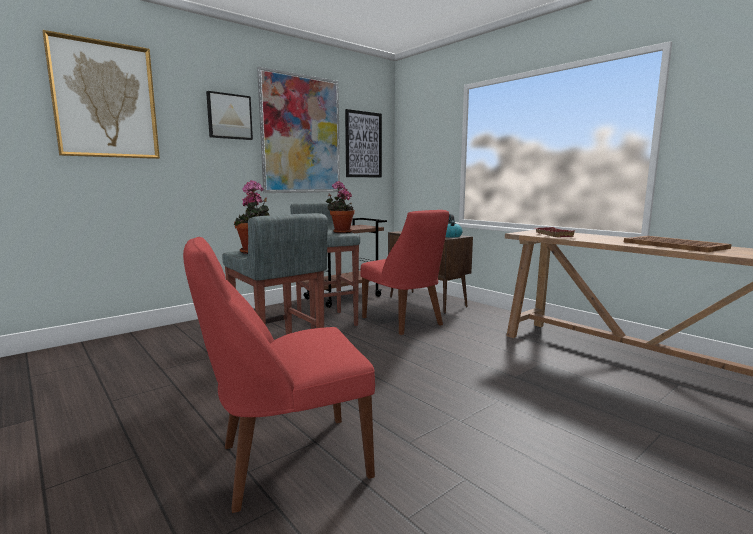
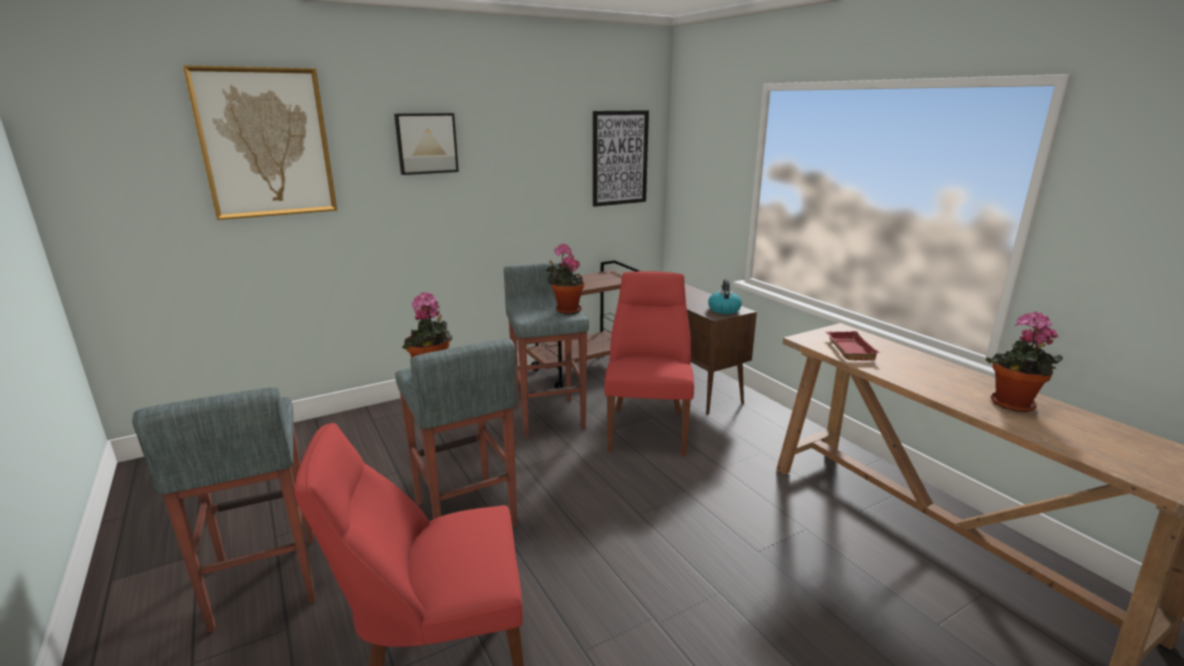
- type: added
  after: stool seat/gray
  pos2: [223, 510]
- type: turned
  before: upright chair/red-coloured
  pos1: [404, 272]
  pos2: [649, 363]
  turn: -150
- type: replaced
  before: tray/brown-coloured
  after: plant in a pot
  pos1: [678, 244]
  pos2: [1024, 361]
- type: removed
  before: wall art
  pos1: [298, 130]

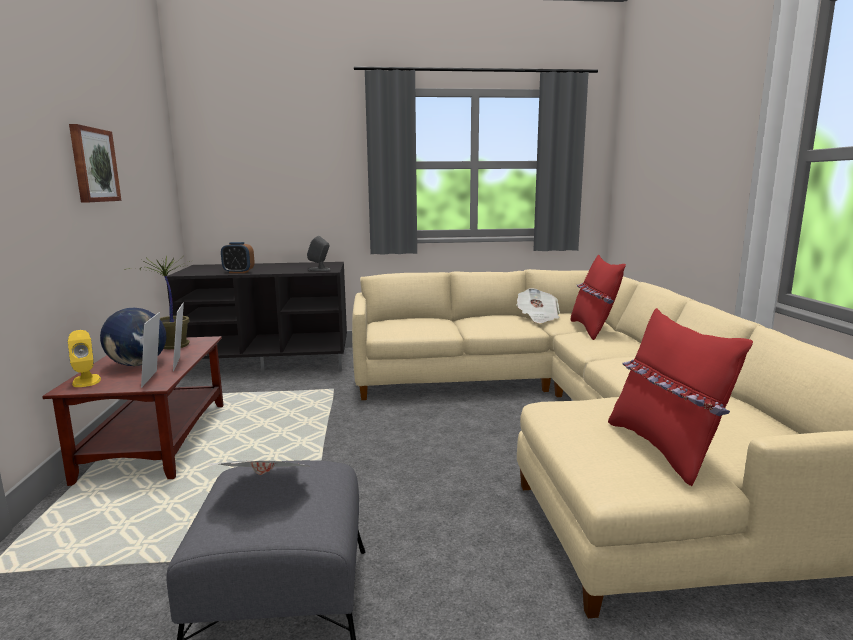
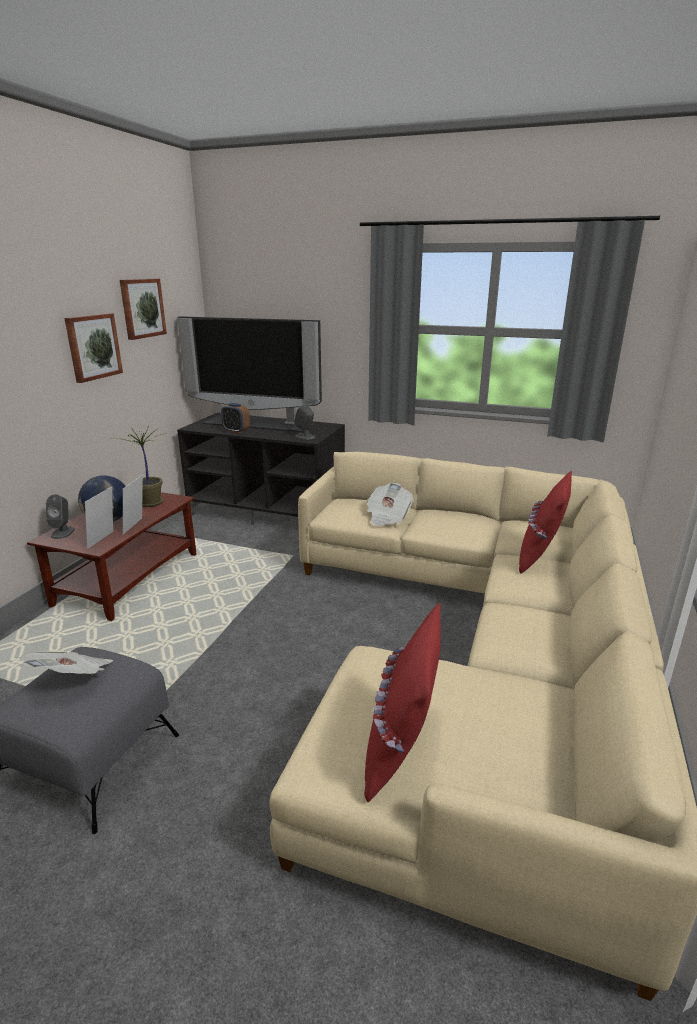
- type: recoloured
  before: audio speaker/yellow
  after: audio speaker/gray
  pos1: [84, 358]
  pos2: [60, 516]
- type: added
  after: wall art
  pos2: [143, 309]
- type: added
  after: TV set
  pos2: [249, 374]
- type: moved
  before: newspaper
  pos1: [538, 305]
  pos2: [390, 504]

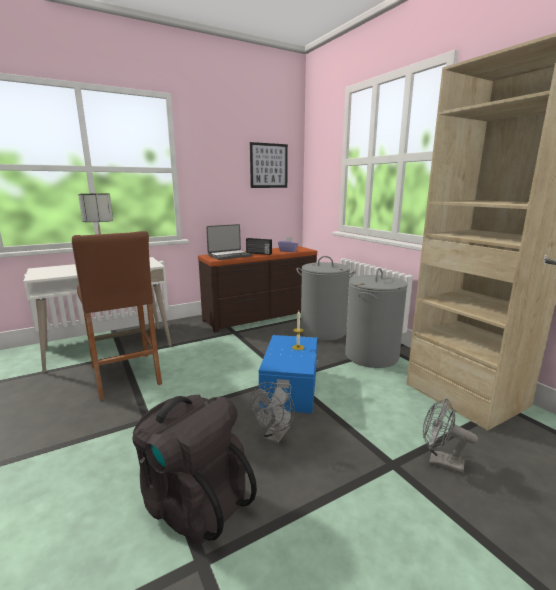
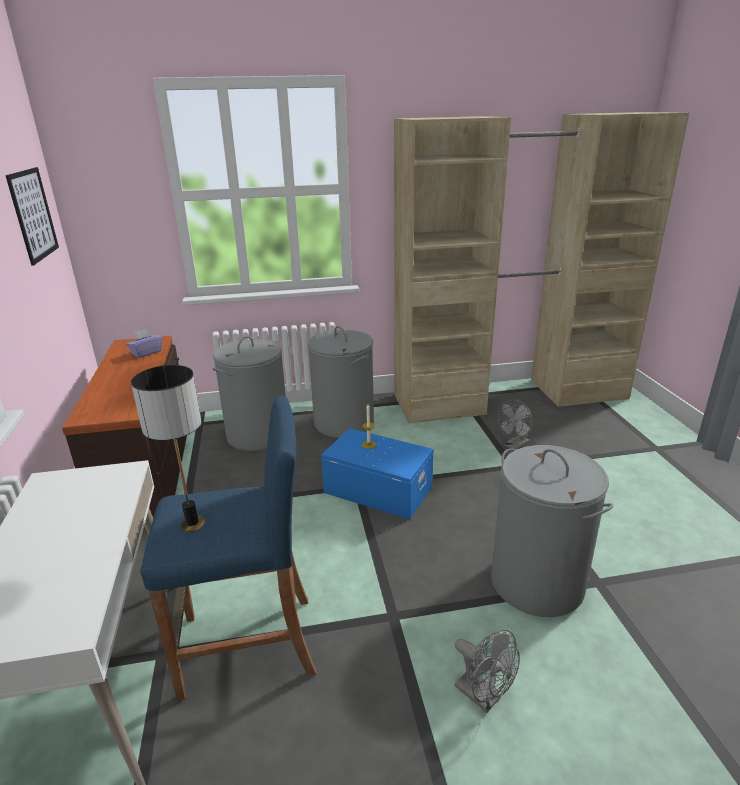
- type: recoloured
  before: stool seat/brown-coloured
  after: stool seat/blue-coloured
  pos1: [117, 315]
  pos2: [228, 548]
- type: moved
  before: fan/gray
  pos1: [272, 413]
  pos2: [487, 671]
- type: replaced
  before: backpack/black-coloured
  after: laundry basket/gray
  pos1: [194, 469]
  pos2: [552, 531]
- type: removed
  before: laptop
  pos1: [229, 242]
- type: removed
  before: radio set
  pos1: [259, 246]

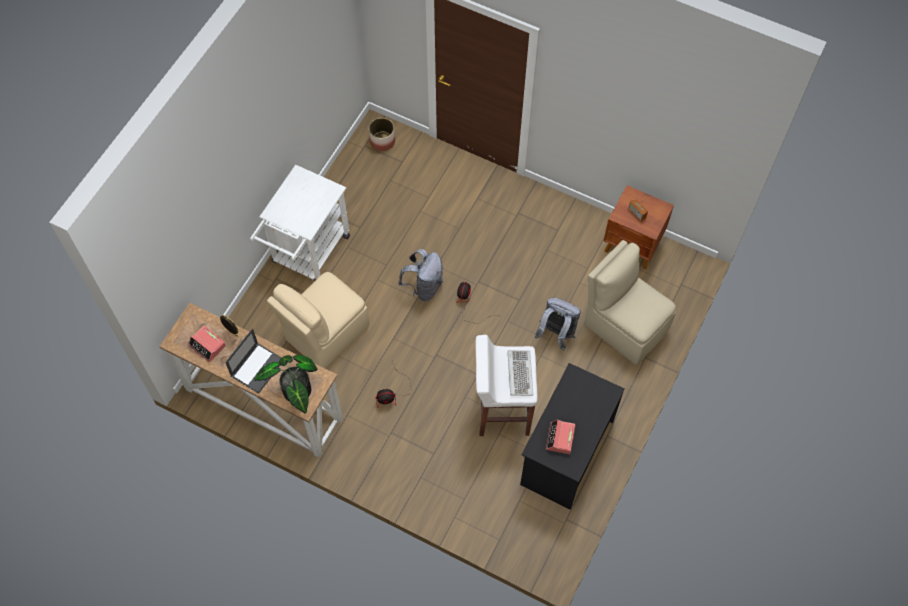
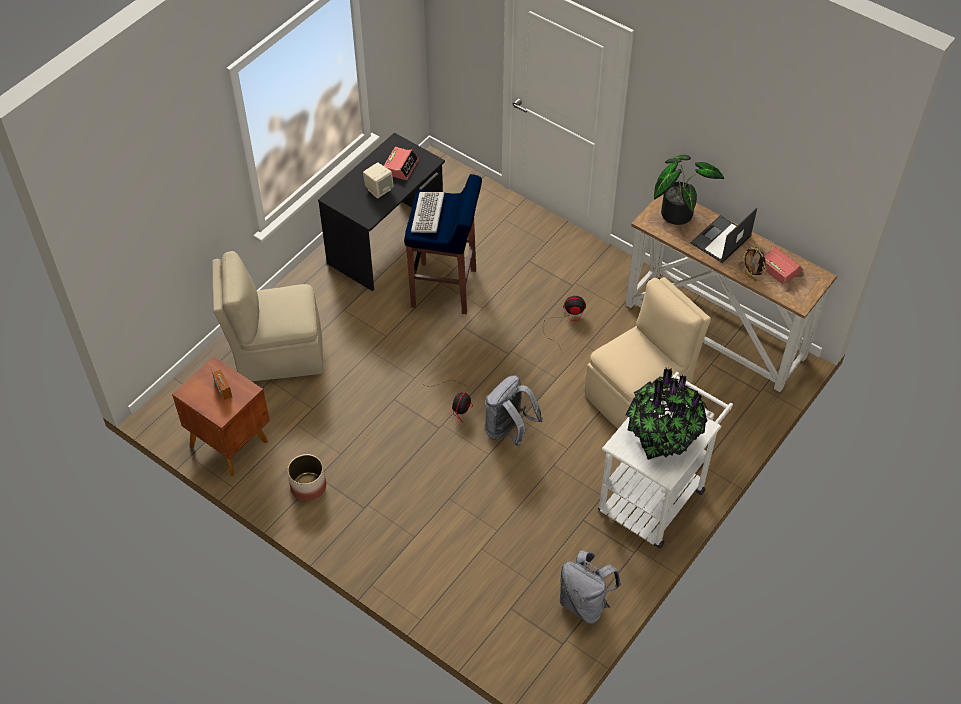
- type: turned
  before: upright chair/sand-coloured
  pos1: [630, 302]
  pos2: [267, 316]
  turn: 120
- type: moved
  before: plant pot
  pos1: [382, 134]
  pos2: [306, 477]
- type: added
  after: audio speaker/sand-coloured
  pos2: [378, 180]
- type: recoloured
  before: stool seat/whitish
  after: stool seat/blue-coloured
  pos1: [507, 385]
  pos2: [443, 244]
- type: moved
  before: backpack/gray
  pos1: [557, 324]
  pos2: [590, 587]
- type: added
  after: plant in a pot
  pos2: [666, 414]

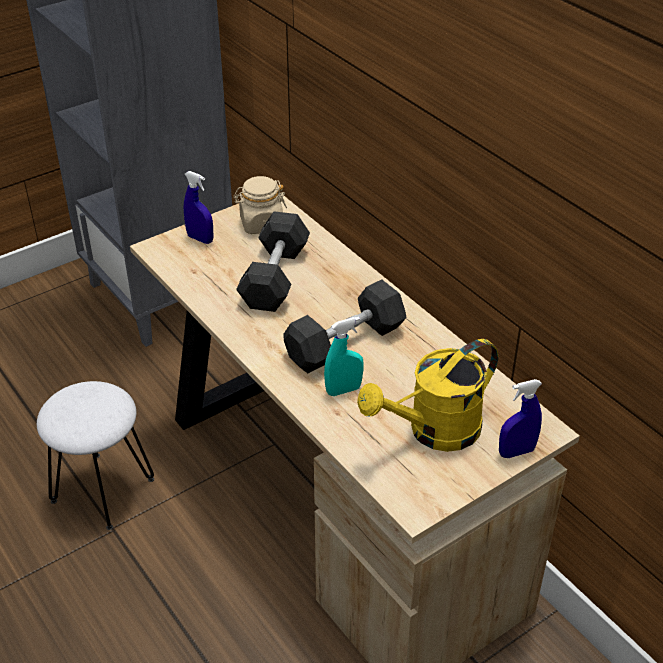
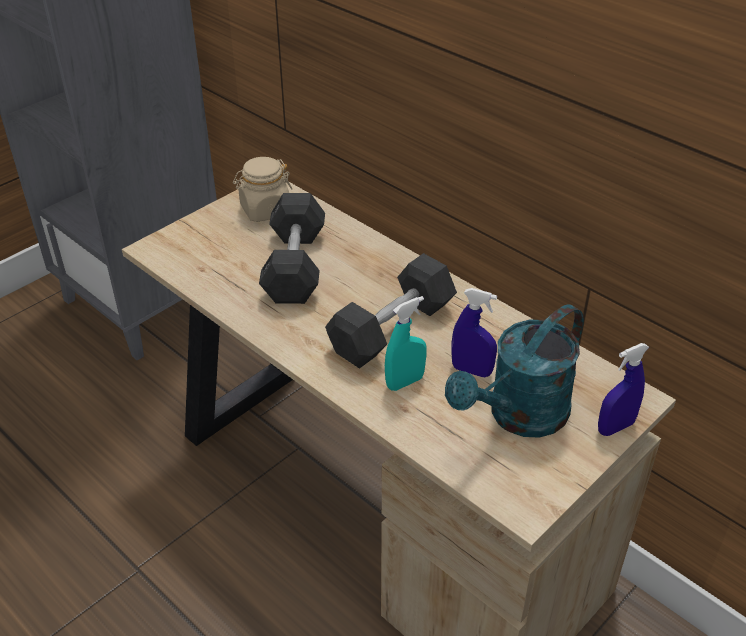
- type: recoloured
  before: sprinkling can/yellow
  after: sprinkling can/turquoise-coloured
  pos1: [427, 395]
  pos2: [514, 371]
- type: moved
  before: hand sprayer/blue-coloured
  pos1: [198, 207]
  pos2: [474, 332]
- type: removed
  before: stool seat/whitish
  pos1: [95, 455]

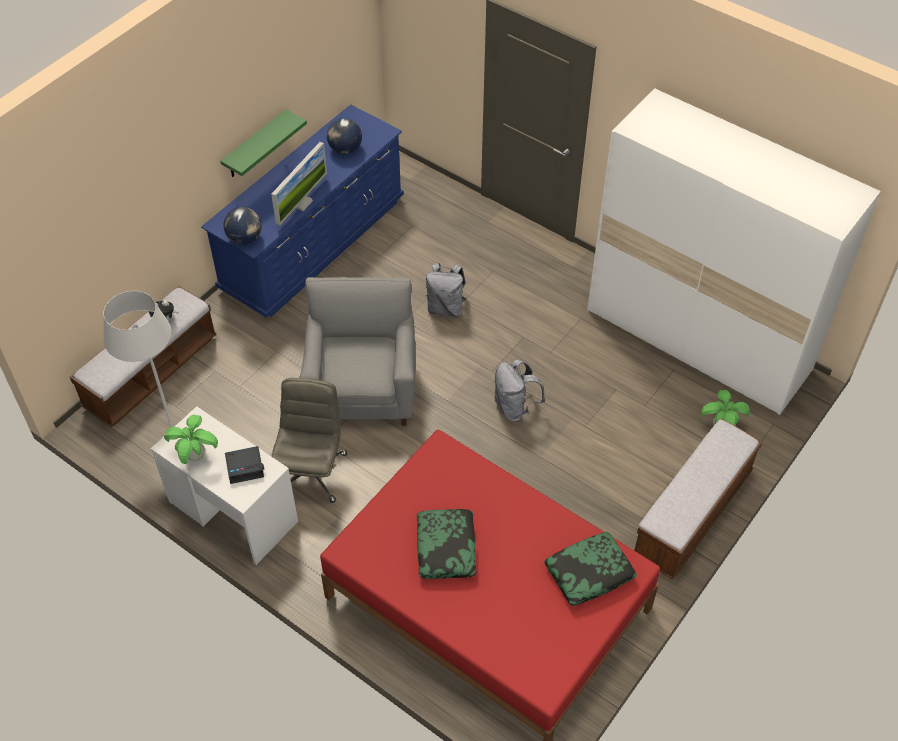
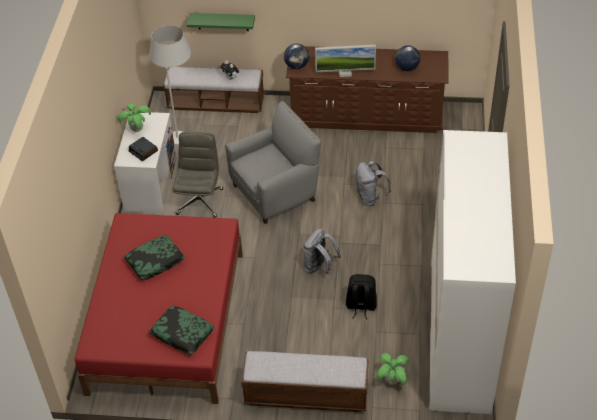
- type: turned
  before: office chair/gray
  pos1: [309, 440]
  pos2: [197, 175]
  turn: -60
- type: moved
  before: shelf/green
  pos1: [263, 143]
  pos2: [221, 22]
- type: recoloured
  before: dresser/blue-coloured
  after: dresser/brown-coloured
  pos1: [302, 211]
  pos2: [367, 89]
- type: added
  after: backpack/black-coloured
  pos2: [361, 297]

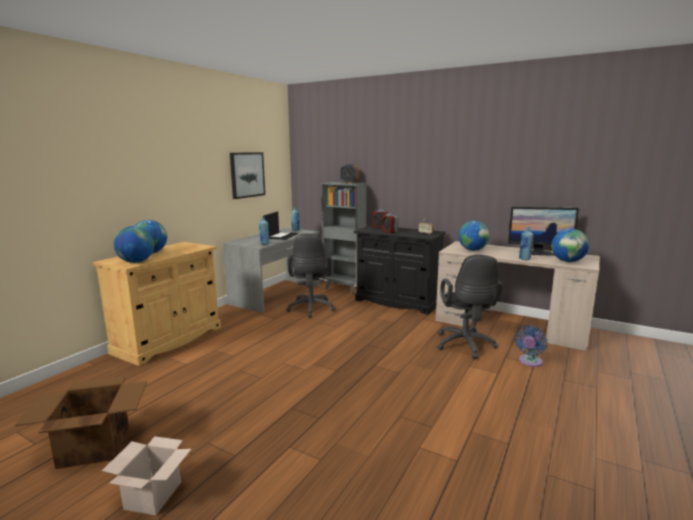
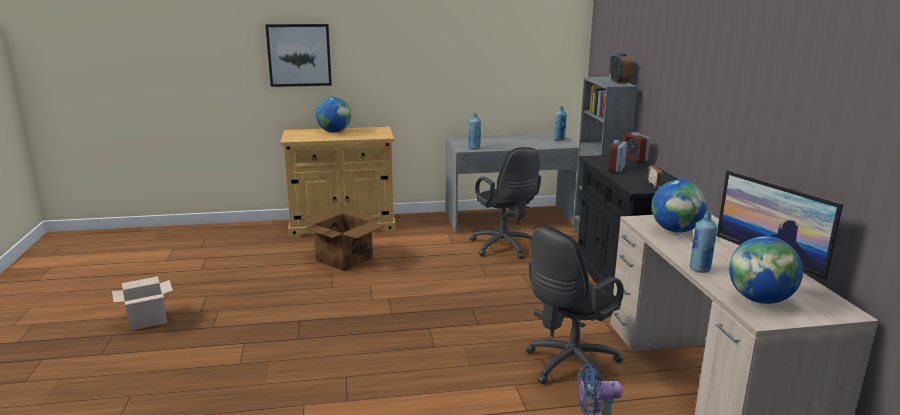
- type: moved
  before: wall art
  pos1: [247, 175]
  pos2: [298, 55]
- type: moved
  before: packing box
  pos1: [81, 422]
  pos2: [343, 240]
- type: turned
  before: office chair/black-coloured
  pos1: [311, 276]
  pos2: [505, 203]
  turn: -75
- type: removed
  before: world globe
  pos1: [133, 244]
- type: removed
  before: laptop
  pos1: [280, 225]

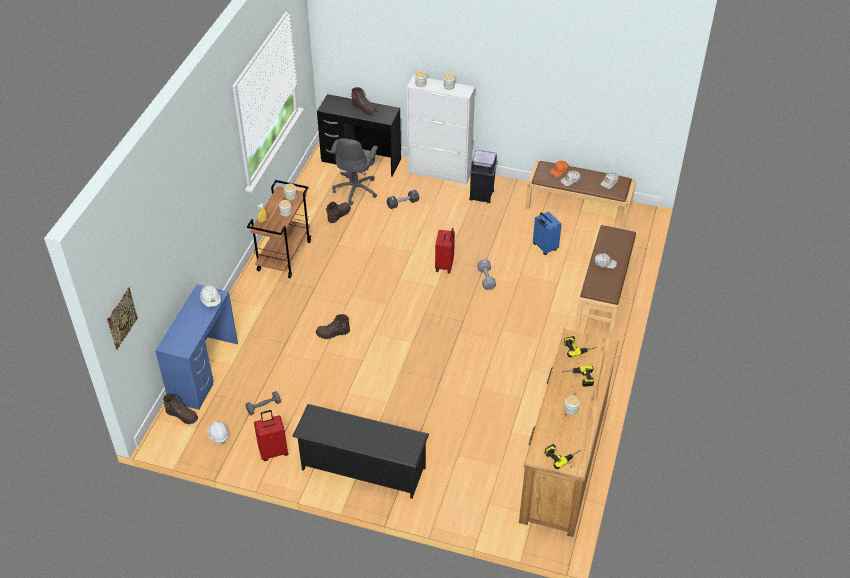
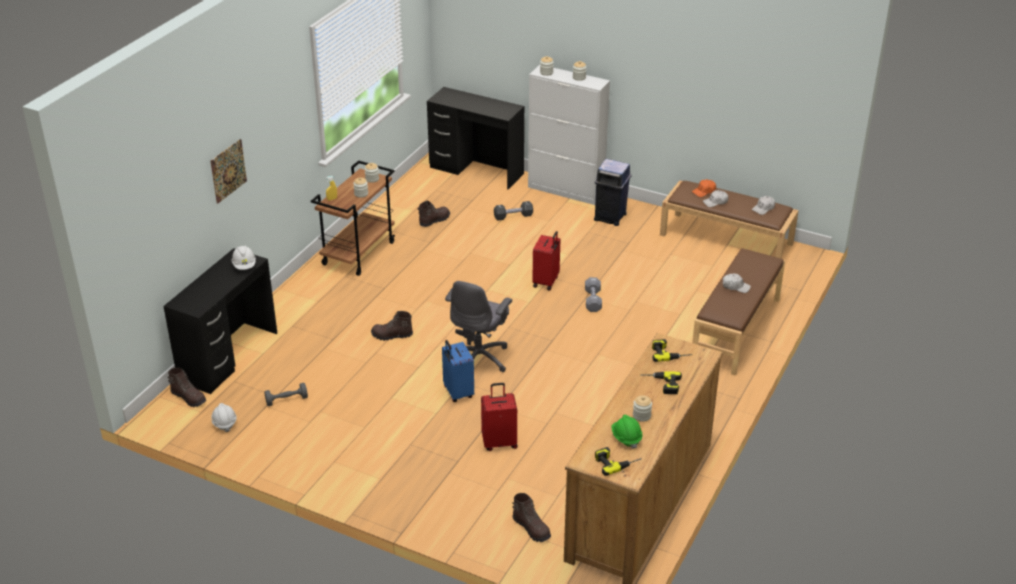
- type: recoloured
  before: desk unit/blue-coloured
  after: desk unit/black-coloured
  pos1: [196, 347]
  pos2: [220, 321]
- type: moved
  before: wall art
  pos1: [122, 318]
  pos2: [228, 171]
- type: moved
  before: suitcase/blue-coloured
  pos1: [547, 233]
  pos2: [458, 371]
- type: moved
  before: office chair/gray
  pos1: [354, 171]
  pos2: [478, 326]
- type: moved
  before: suitcase/red-coloured
  pos1: [271, 435]
  pos2: [499, 417]
- type: moved
  before: high-top boot/brown-coloured
  pos1: [364, 101]
  pos2: [531, 517]
- type: added
  after: work helmet/green
  pos2: [627, 432]
- type: removed
  before: shoe rack/black-coloured
  pos1: [360, 451]

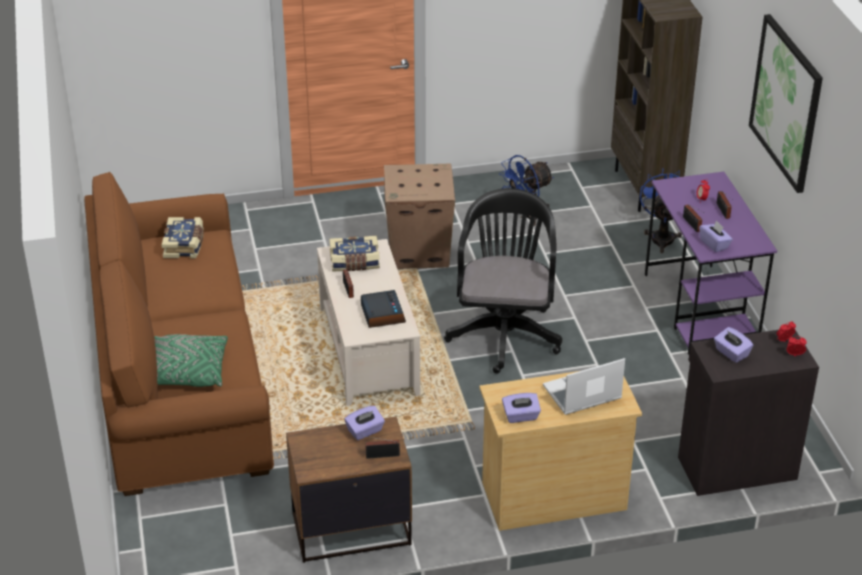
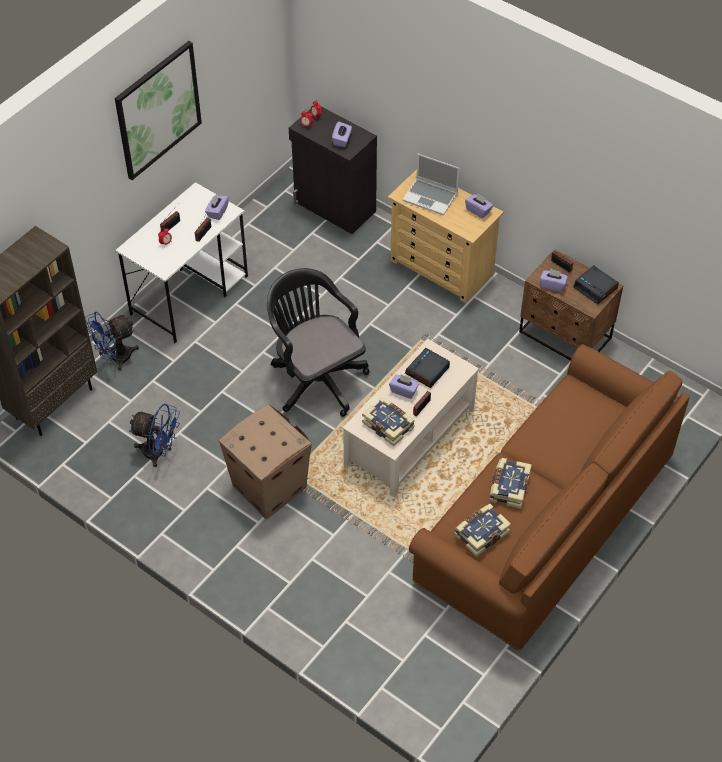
- type: recoloured
  before: desk unit/purple
  after: desk unit/whitish
  pos1: [711, 263]
  pos2: [181, 262]
- type: turned
  before: office chair/black-coloured
  pos1: [503, 281]
  pos2: [318, 342]
  turn: 90
- type: added
  after: box of tissues/purple
  pos2: [404, 386]
- type: added
  after: bound book
  pos2: [511, 483]
- type: added
  after: alarm clock
  pos2: [596, 284]
- type: removed
  before: cushion/green
  pos1: [191, 360]

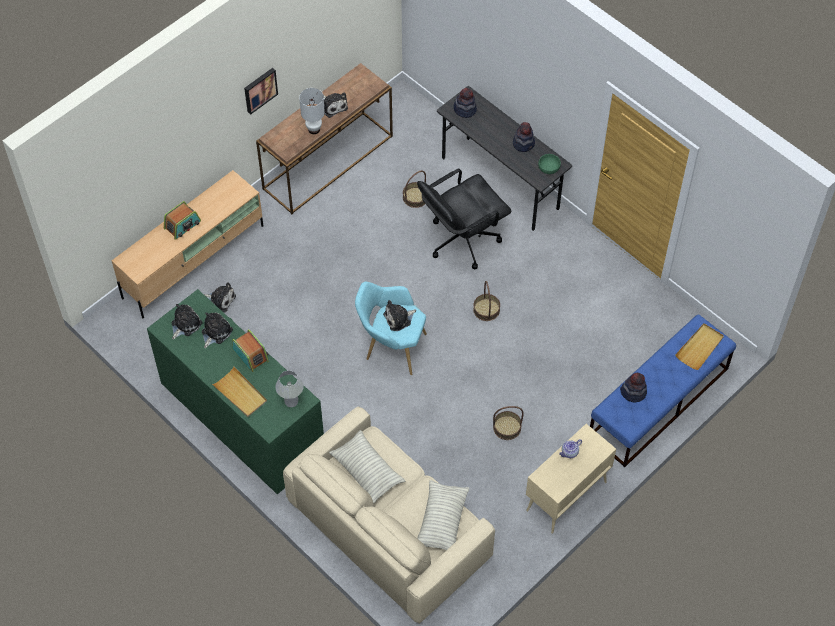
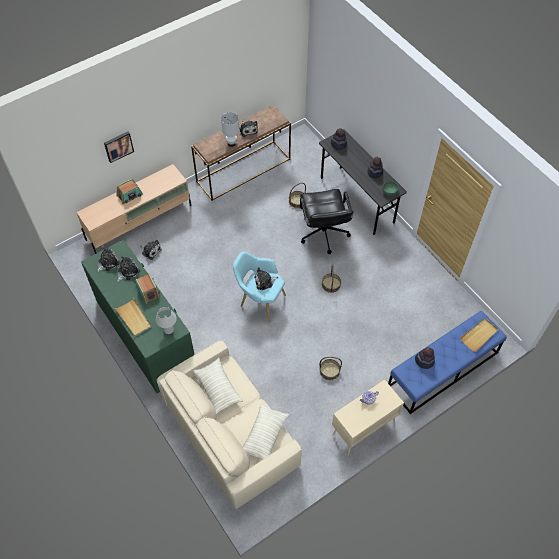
- type: moved
  before: wall art
  pos1: [261, 91]
  pos2: [119, 147]
- type: turned
  before: office chair/black-coloured
  pos1: [464, 219]
  pos2: [326, 221]
  turn: -75

